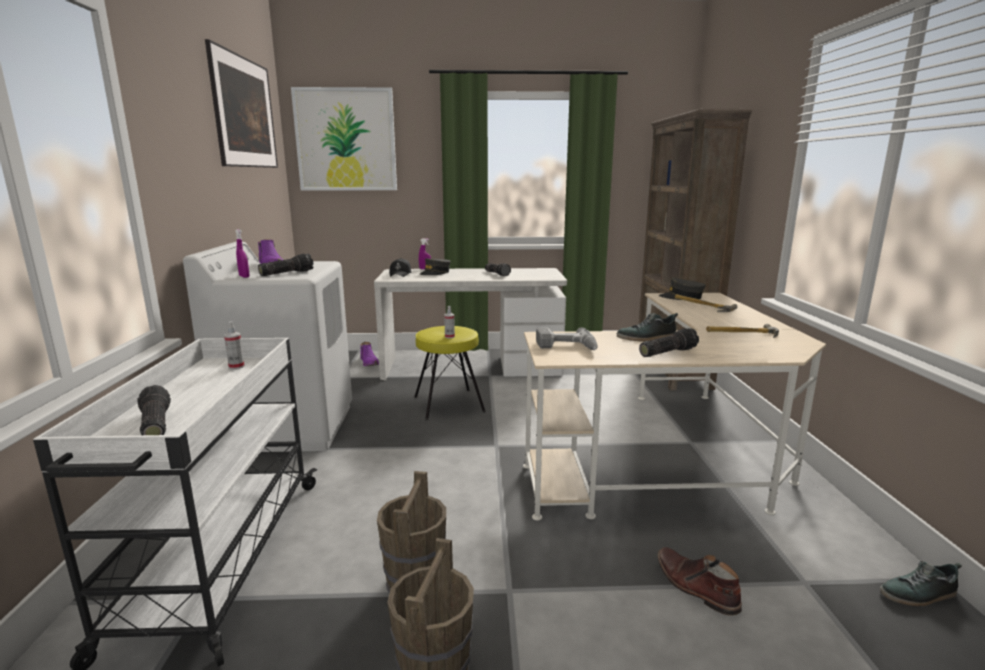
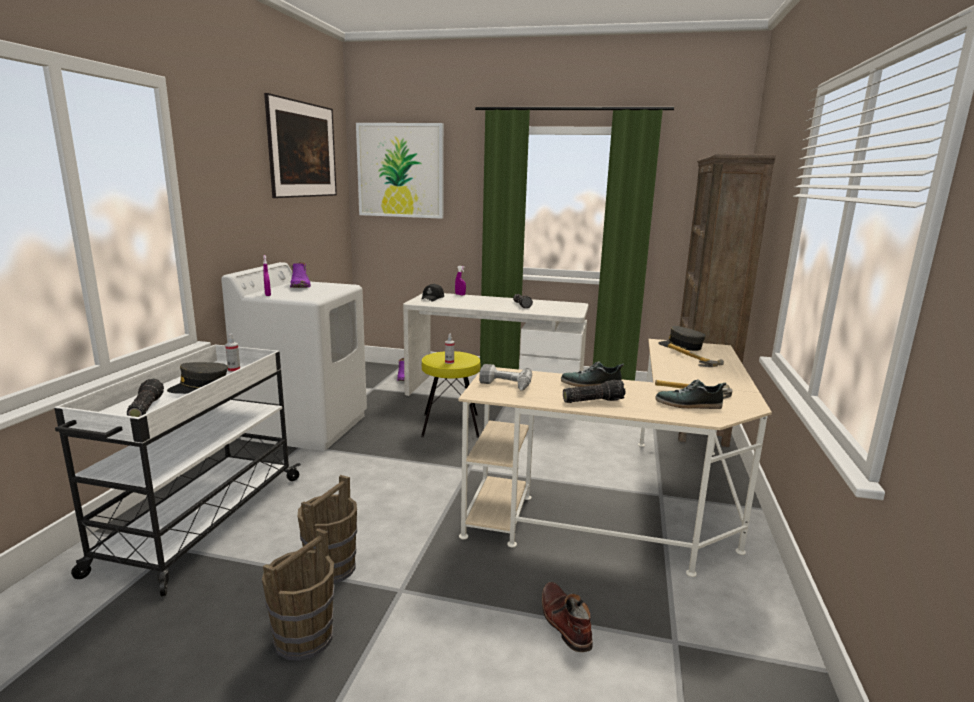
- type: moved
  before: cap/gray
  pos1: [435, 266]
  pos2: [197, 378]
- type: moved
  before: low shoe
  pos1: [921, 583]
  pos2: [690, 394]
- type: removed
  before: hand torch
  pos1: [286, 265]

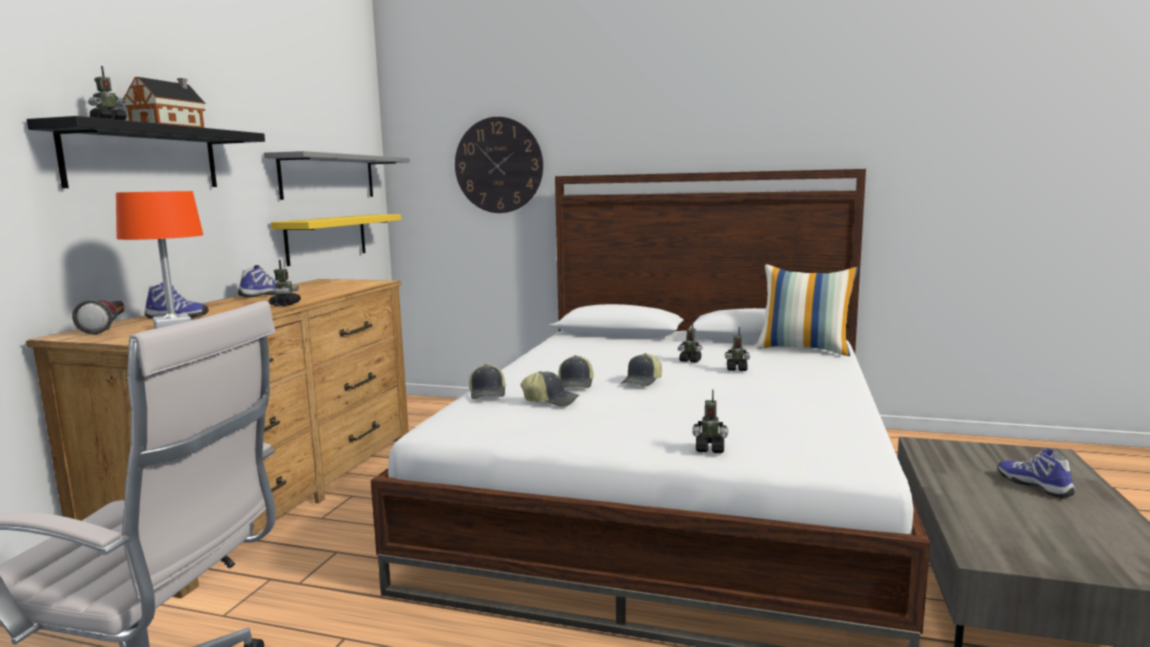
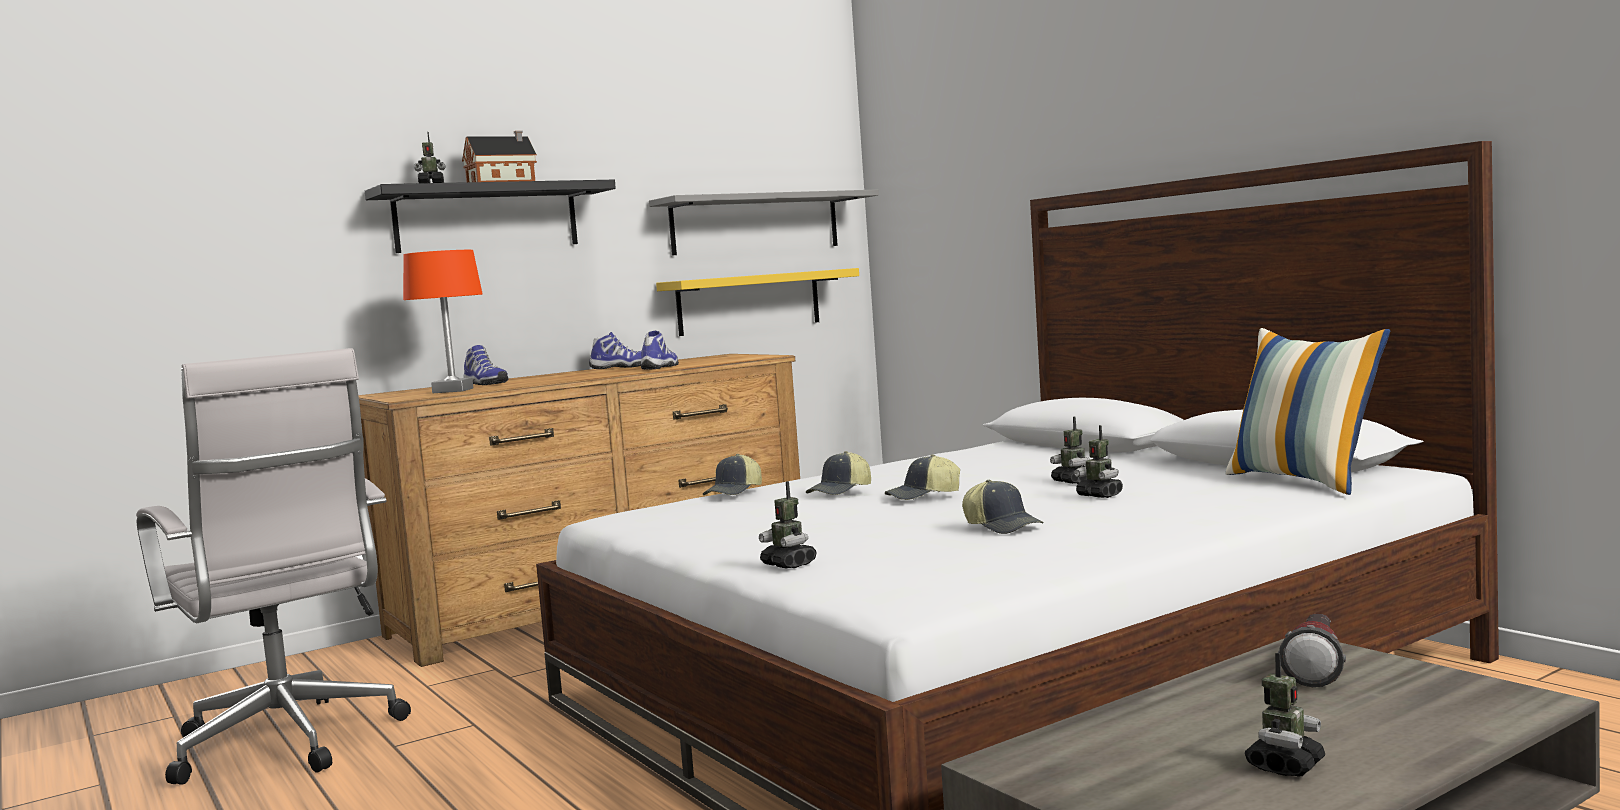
- type: moved
  before: low shoe
  pos1: [1036, 473]
  pos2: [660, 350]
- type: moved
  before: cap
  pos1: [550, 388]
  pos2: [1003, 507]
- type: moved
  before: toy robot
  pos1: [285, 283]
  pos2: [1285, 715]
- type: moved
  before: hand torch
  pos1: [98, 317]
  pos2: [1312, 650]
- type: removed
  before: hanging clock
  pos1: [499, 165]

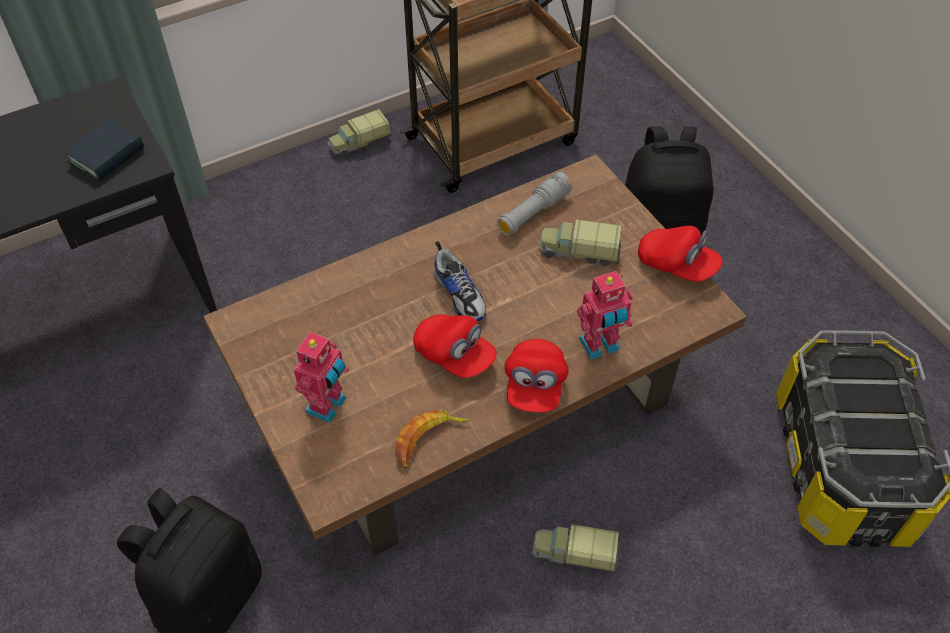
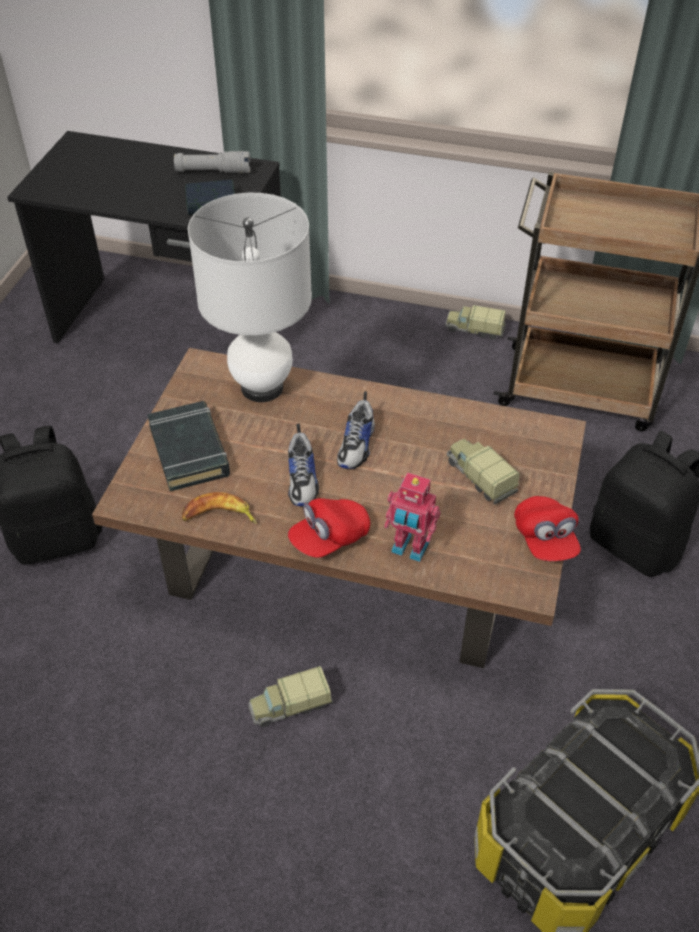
- type: replaced
  before: toy robot
  after: bound book/black-coloured
  pos1: [321, 377]
  pos2: [188, 446]
- type: moved
  before: hand torch/gray
  pos1: [534, 204]
  pos2: [212, 162]
- type: added
  after: tabletop lamp/whitish
  pos2: [250, 297]
- type: turned
  before: model truck
  pos1: [575, 548]
  pos2: [290, 696]
  turn: -75
- type: replaced
  before: cap/red-coloured
  after: low shoe
  pos1: [455, 346]
  pos2: [303, 465]

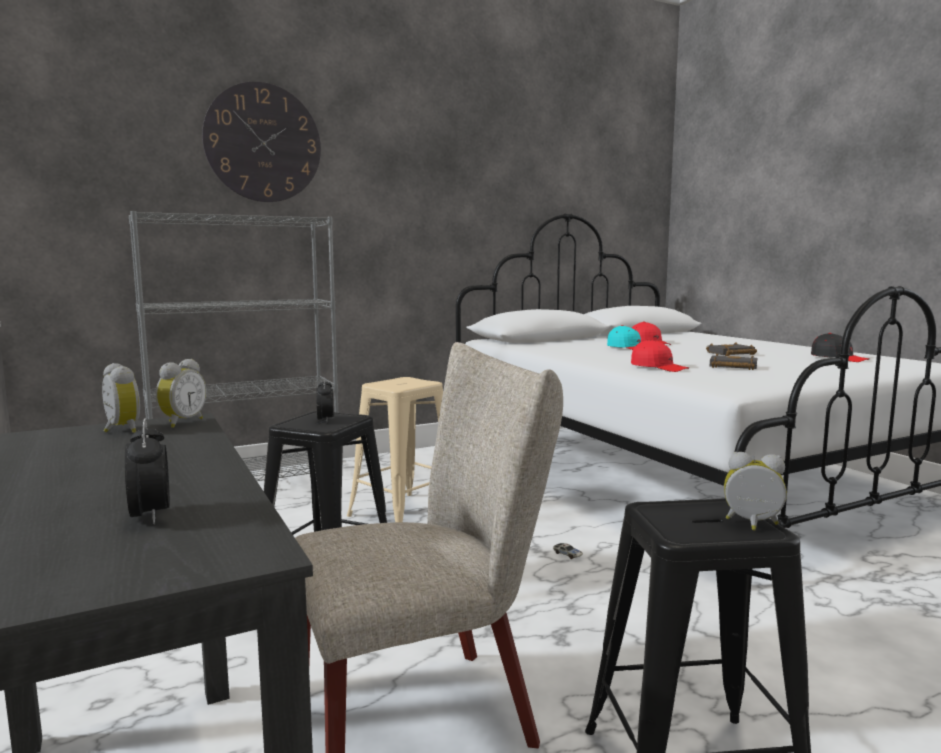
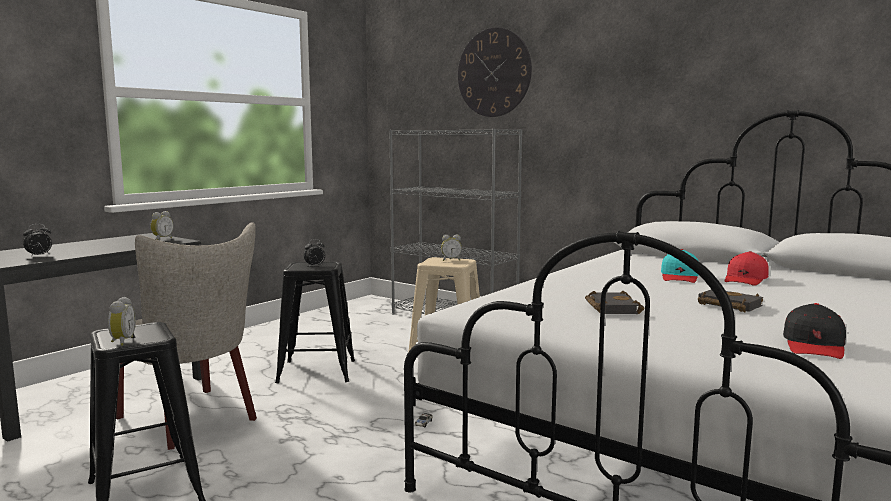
- type: moved
  before: alarm clock
  pos1: [181, 393]
  pos2: [451, 248]
- type: removed
  before: cap/red-coloured
  pos1: [660, 356]

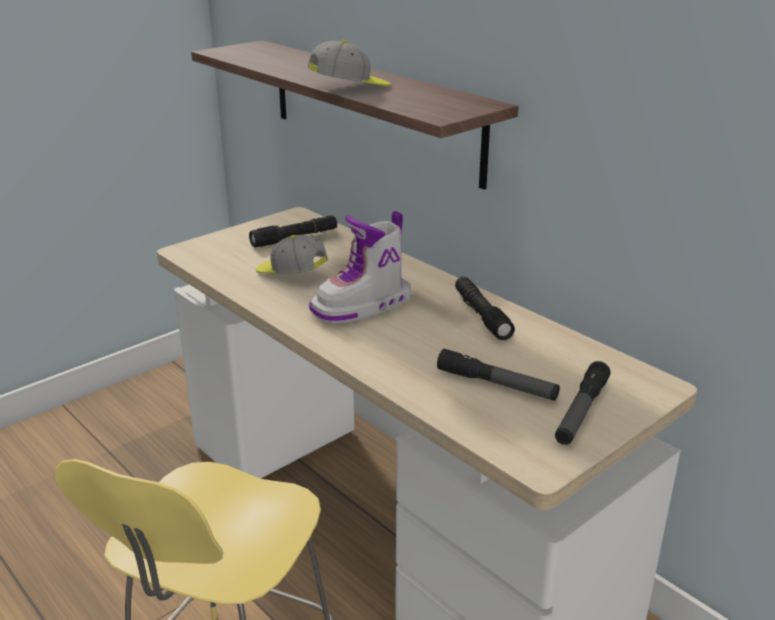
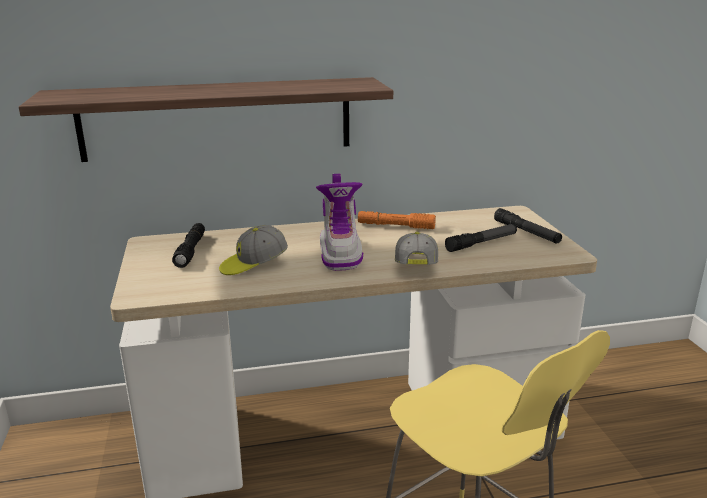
- type: recoloured
  before: hand torch/black-coloured
  after: hand torch/orange
  pos1: [485, 308]
  pos2: [397, 220]
- type: moved
  before: cap
  pos1: [349, 63]
  pos2: [416, 248]

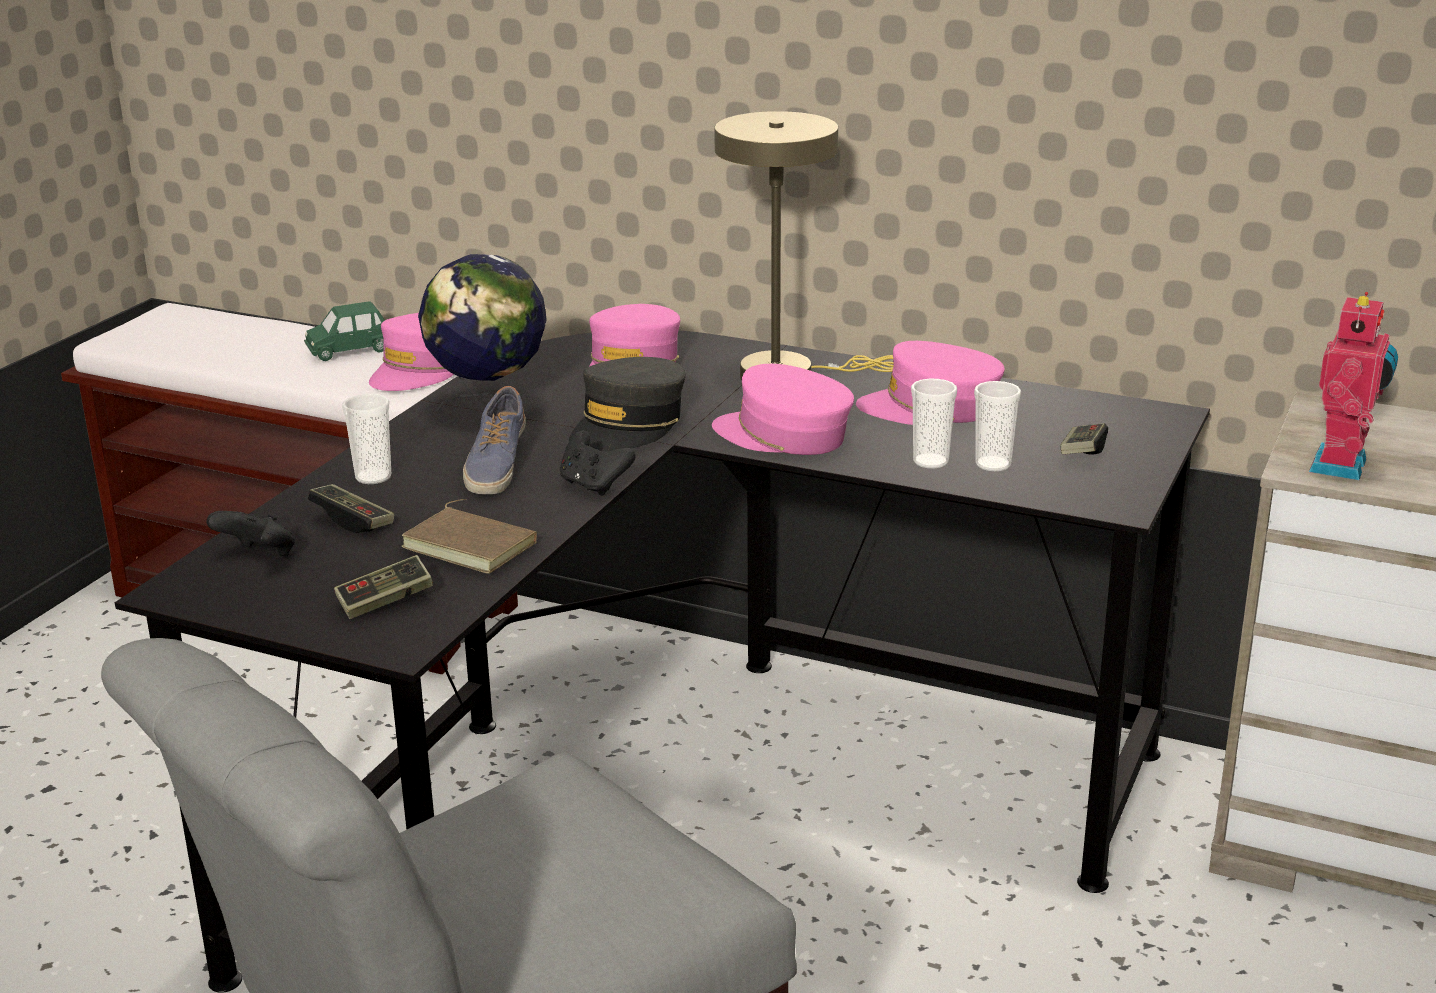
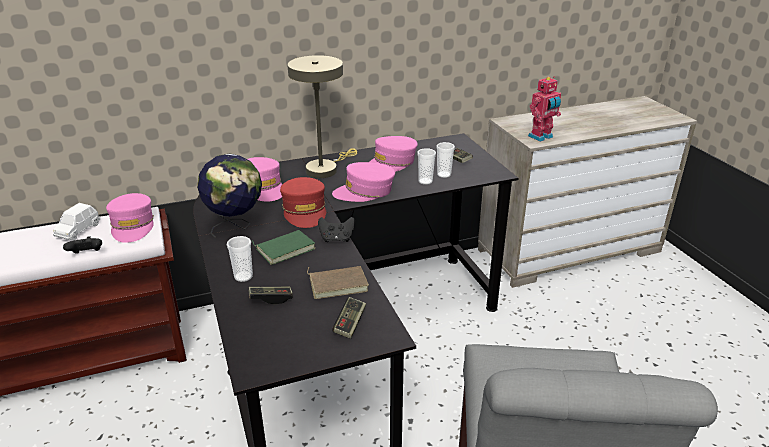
- type: recoloured
  before: toy car/green
  after: toy car/whitish
  pos1: [344, 331]
  pos2: [76, 222]
- type: moved
  before: joypad/black-coloured
  pos1: [250, 534]
  pos2: [82, 245]
- type: replaced
  before: low shoe
  after: bound book/green
  pos1: [494, 440]
  pos2: [283, 247]
- type: recoloured
  before: cap/gray
  after: cap/red-coloured
  pos1: [627, 404]
  pos2: [303, 202]
- type: turned
  before: toy robot
  pos1: [1353, 386]
  pos2: [544, 109]
  turn: 75

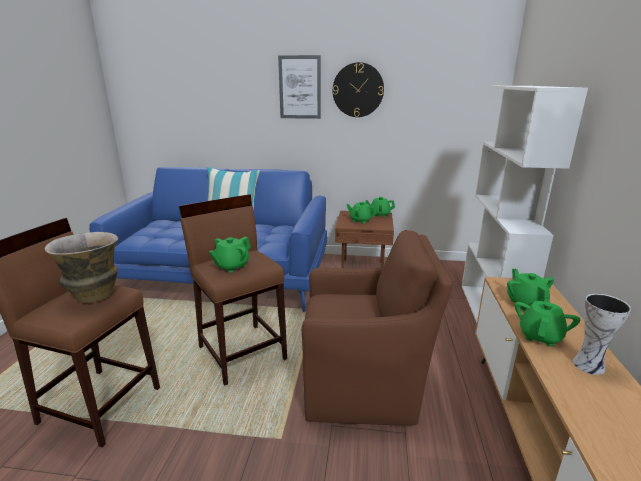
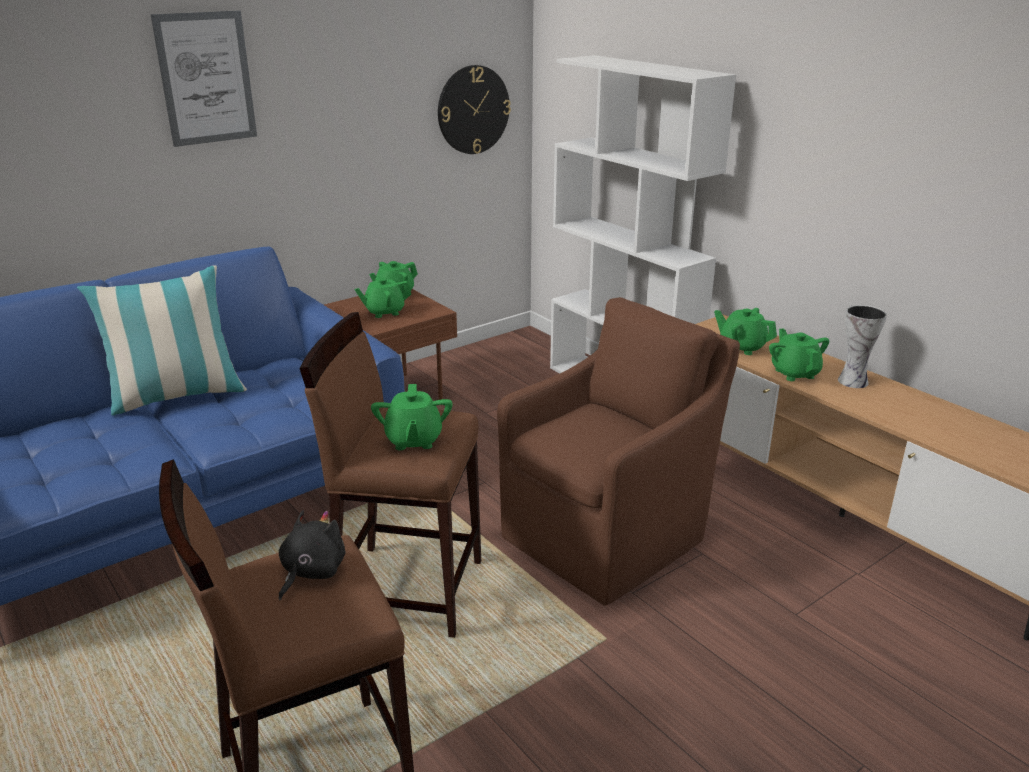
- type: replaced
  before: decorative vase
  after: plush toy/black-coloured
  pos1: [81, 267]
  pos2: [312, 555]
- type: moved
  before: hanging clock
  pos1: [358, 89]
  pos2: [474, 109]

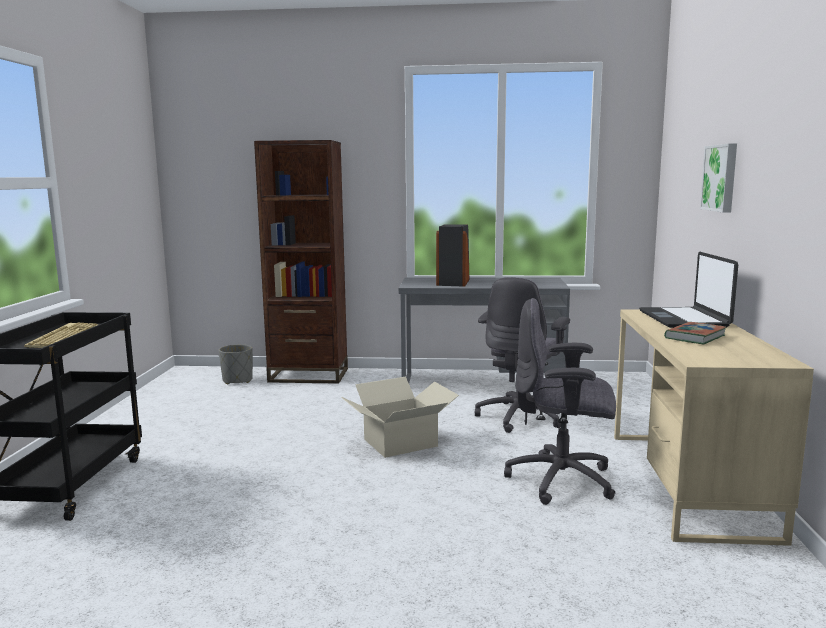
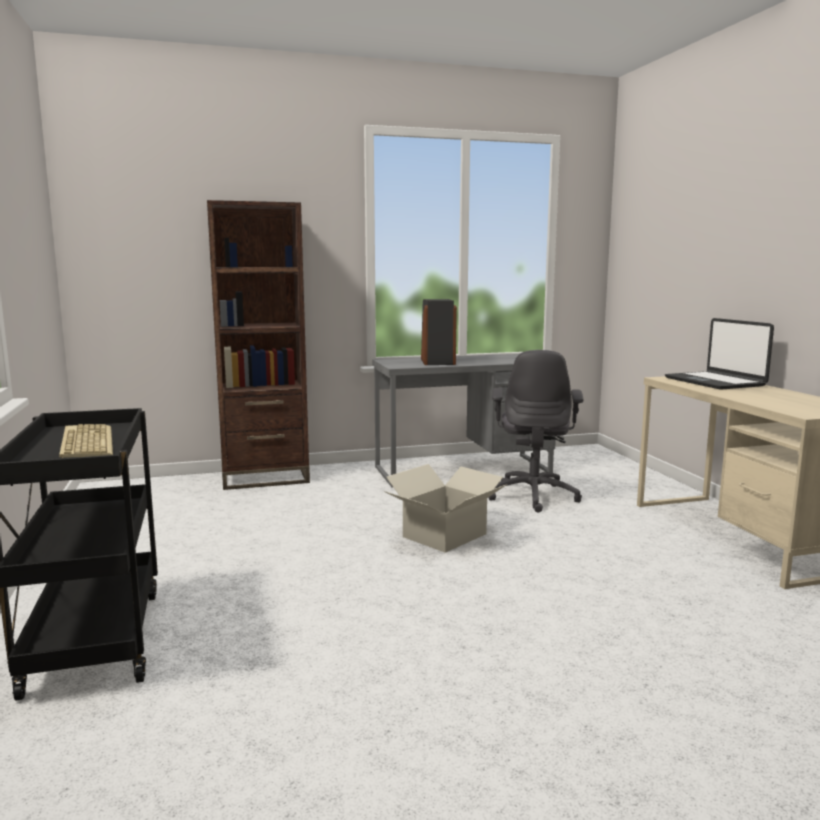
- type: removed
  before: plant pot/gray
  pos1: [236, 364]
- type: removed
  before: office chair/gray
  pos1: [560, 401]
- type: removed
  before: bound book
  pos1: [695, 333]
- type: removed
  before: wall art
  pos1: [718, 177]

